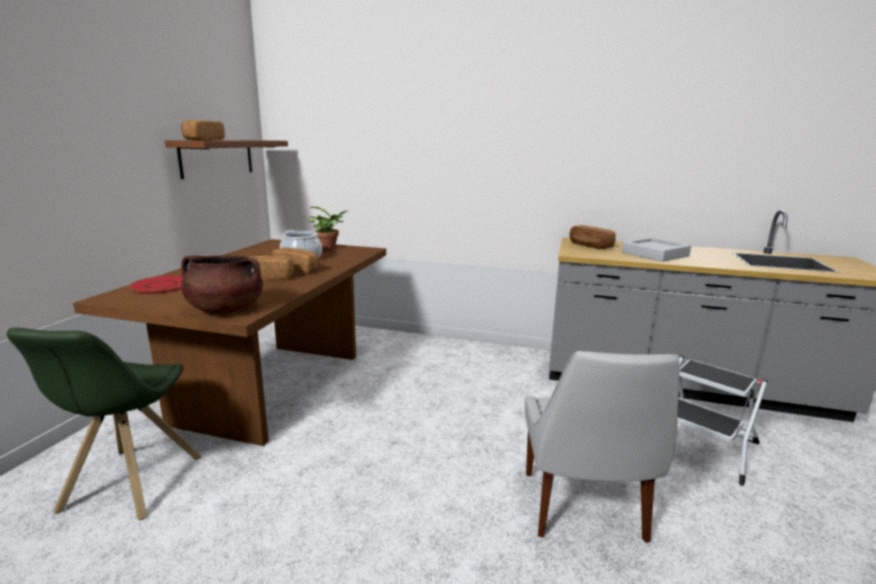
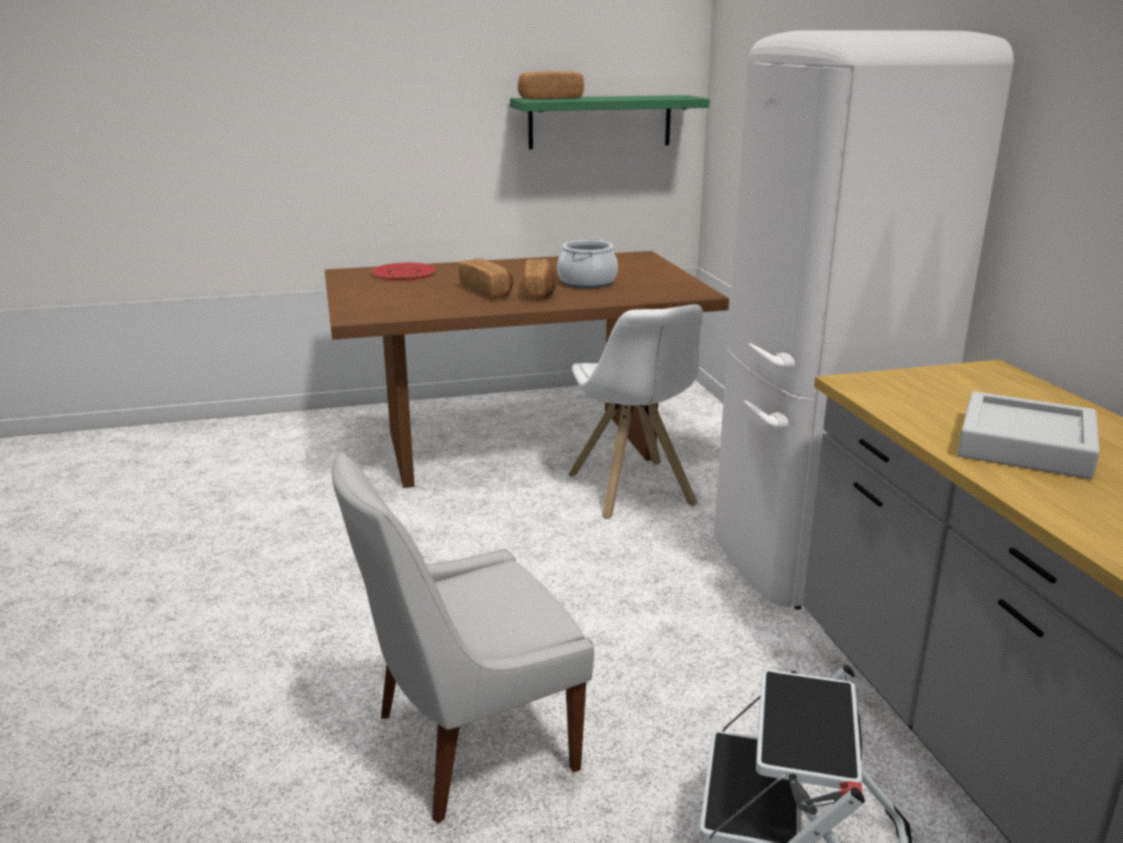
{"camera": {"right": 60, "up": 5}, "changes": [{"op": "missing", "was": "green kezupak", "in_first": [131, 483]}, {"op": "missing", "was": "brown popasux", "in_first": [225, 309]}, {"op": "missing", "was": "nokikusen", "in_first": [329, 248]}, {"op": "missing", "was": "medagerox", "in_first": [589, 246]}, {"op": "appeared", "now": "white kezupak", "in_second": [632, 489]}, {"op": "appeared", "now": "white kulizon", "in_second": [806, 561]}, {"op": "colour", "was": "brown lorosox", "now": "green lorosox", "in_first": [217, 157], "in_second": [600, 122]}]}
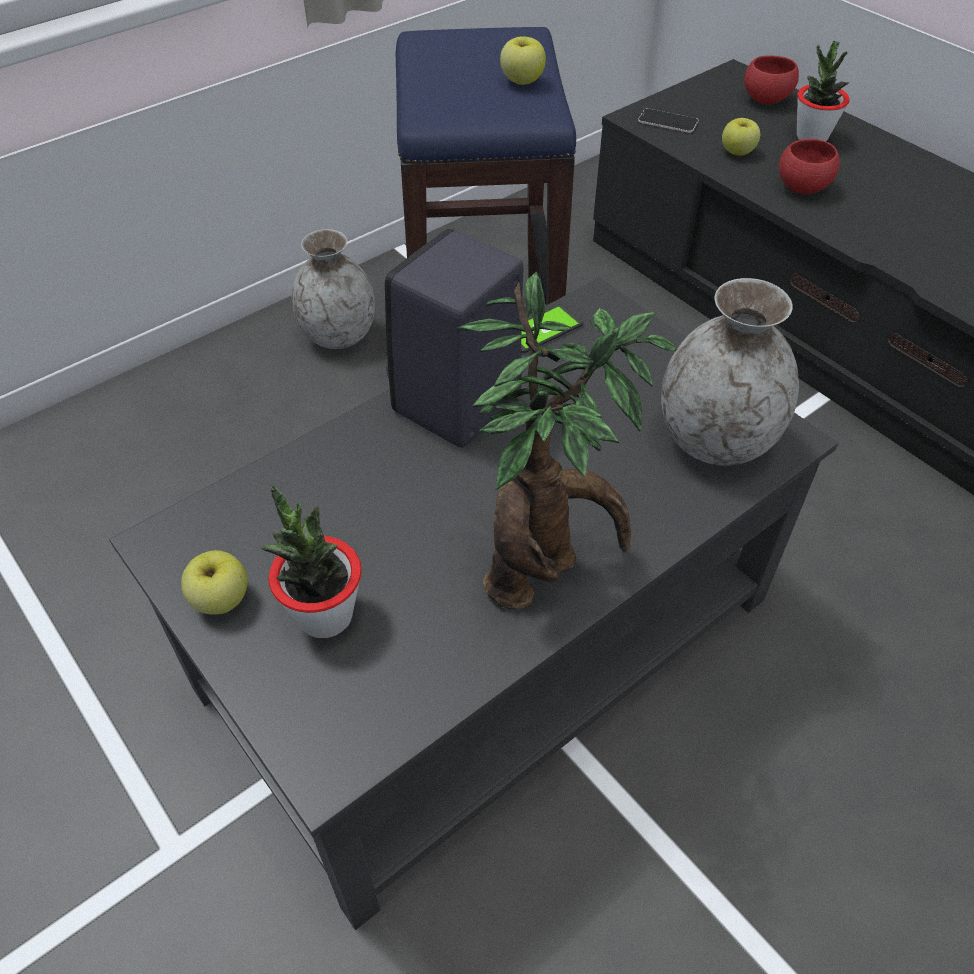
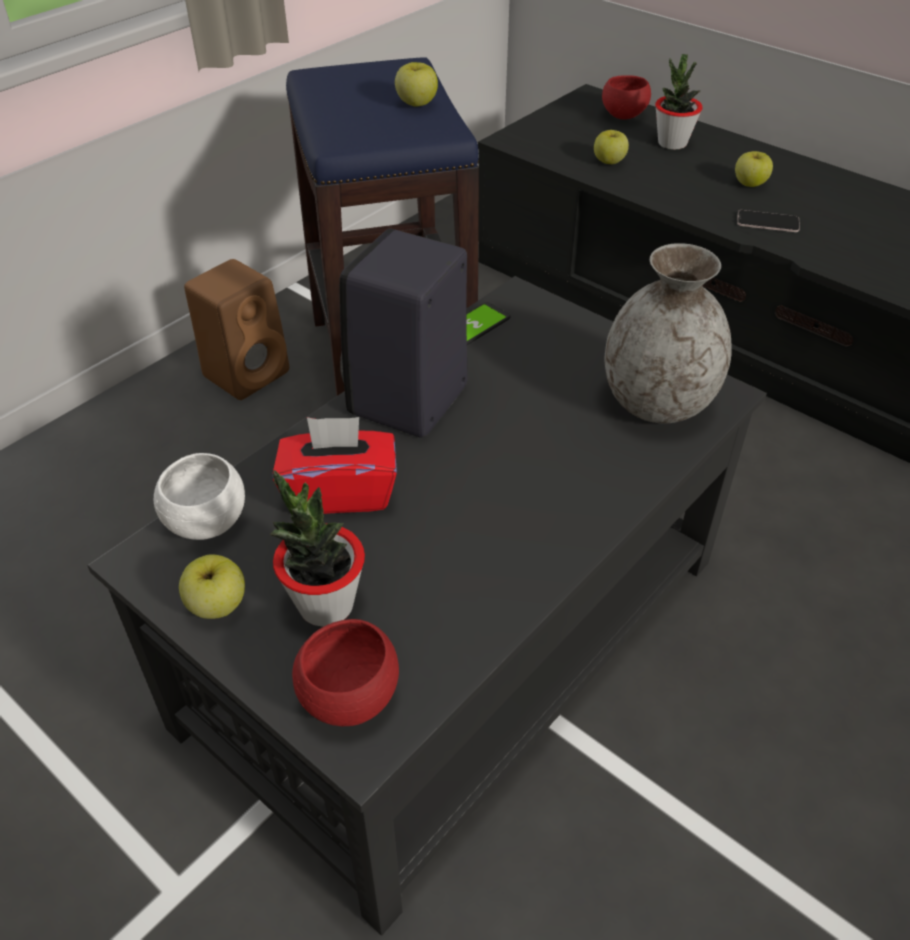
{"camera": {"right": -10, "up": -5}, "changes": [{"op": "missing", "was": "nokikusen", "in_first": [545, 570]}, {"op": "appeared", "now": "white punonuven", "in_second": [207, 522]}, {"op": "appeared", "now": "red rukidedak", "in_second": [340, 492]}, {"op": "appeared", "now": "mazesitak", "in_second": [749, 183]}, {"op": "relocated", "was": "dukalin", "in_first": [668, 122], "in_second": [767, 222]}, {"op": "relocated", "was": "red punonuven", "in_first": [802, 187], "in_second": [350, 697]}, {"op": "exchanged", "was": "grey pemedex", "now": "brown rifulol", "in_first": [338, 335], "in_second": [248, 372]}]}
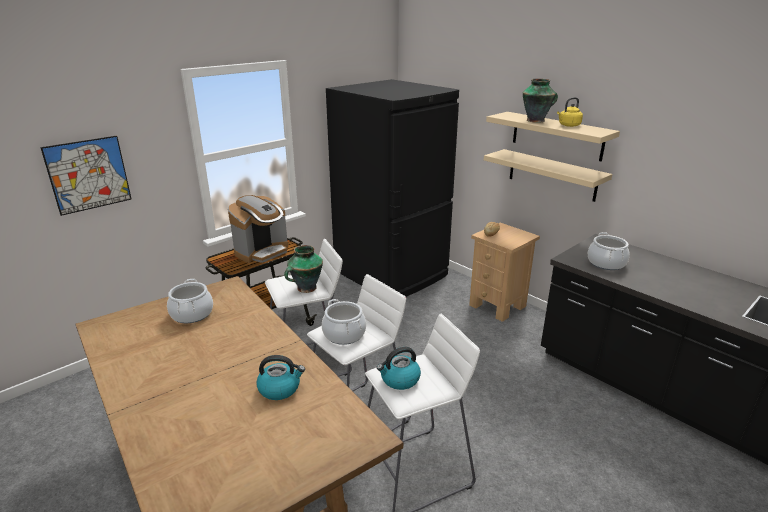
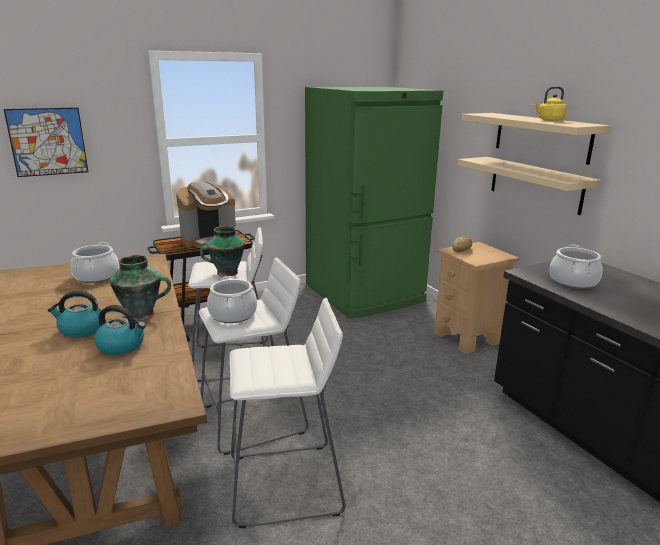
{"camera": {"right": 15, "up": -5}, "changes": [{"op": "relocated", "was": "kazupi", "in_first": [399, 379], "in_second": [81, 330]}, {"op": "relocated", "was": "pemedex", "in_first": [536, 120], "in_second": [142, 315]}, {"op": "colour", "was": "black kulizon", "now": "green kulizon", "in_first": [392, 272], "in_second": [364, 292]}]}
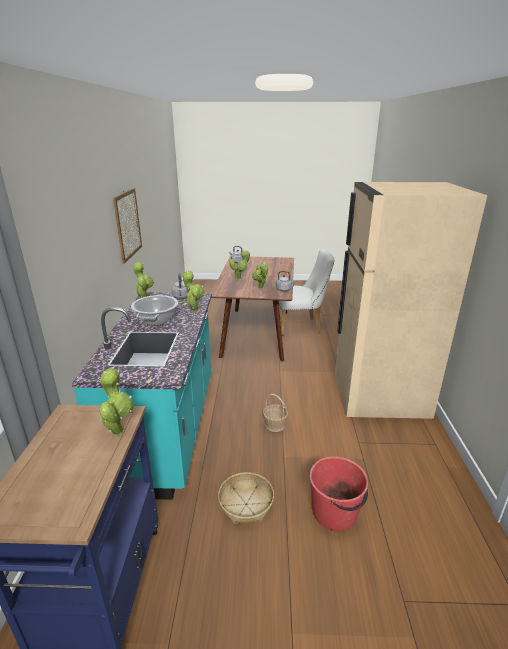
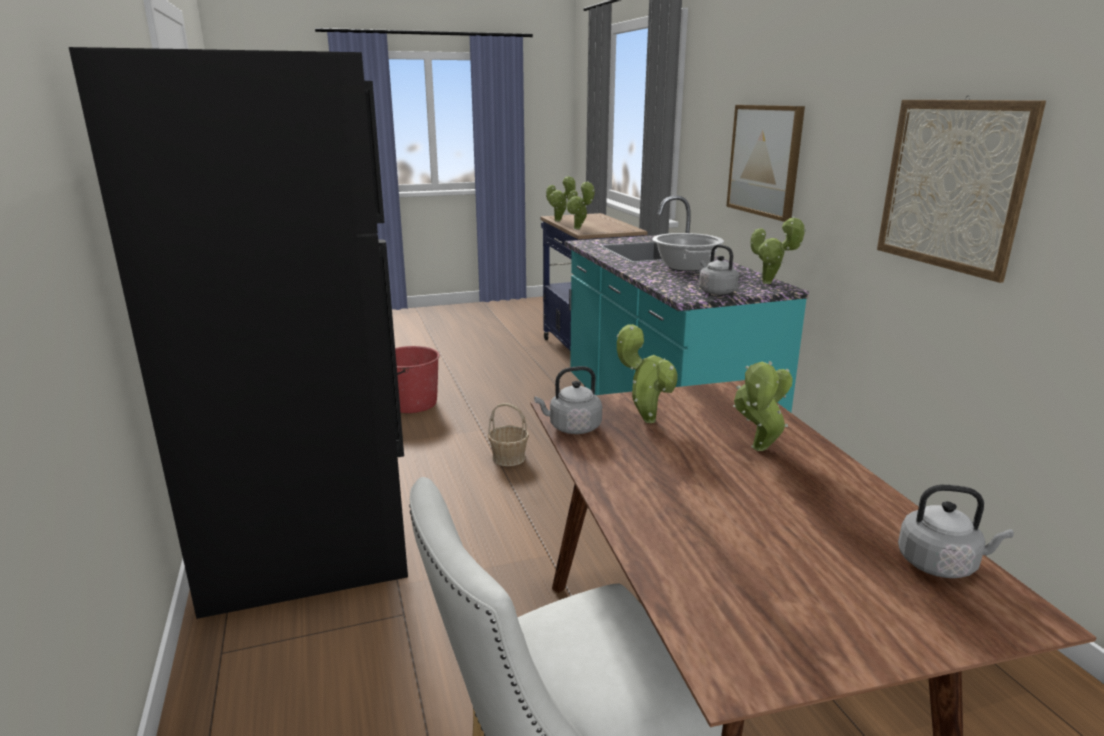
{"camera": {"right": 160, "up": -5}, "changes": [{"op": "missing", "was": "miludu", "in_first": [246, 504]}, {"op": "appeared", "now": "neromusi", "in_second": [765, 160]}, {"op": "relocated", "was": "nokikusen", "in_first": [195, 310], "in_second": [559, 221]}, {"op": "colour", "was": "beige kulizon", "now": "black kulizon", "in_first": [380, 395], "in_second": [305, 544]}]}
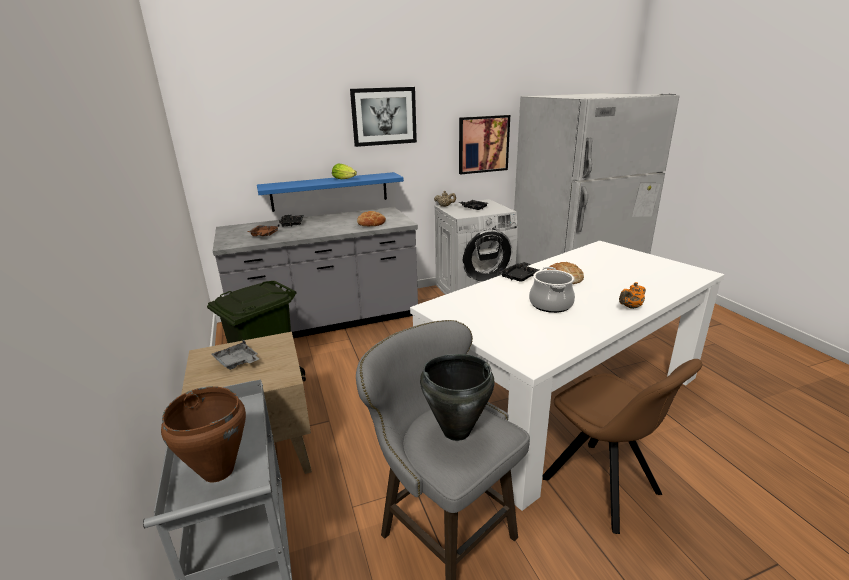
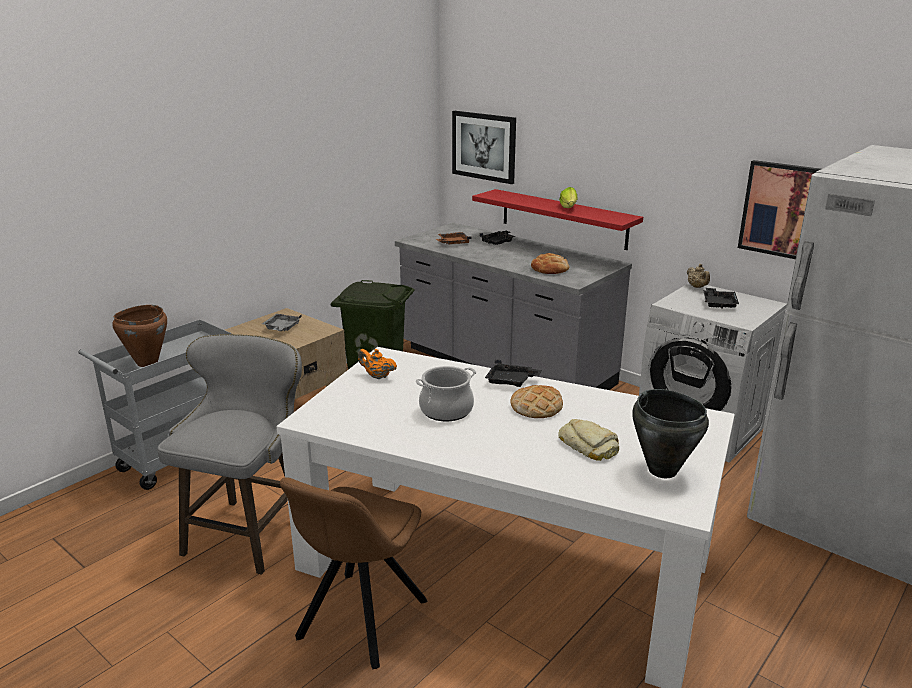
{"camera": {"right": 60, "up": 0}, "changes": [{"op": "appeared", "now": "medagerox", "in_second": [589, 446]}, {"op": "relocated", "was": "neromusi", "in_first": [384, 116], "in_second": [484, 146]}, {"op": "relocated", "was": "black popasux", "in_first": [455, 431], "in_second": [662, 470]}, {"op": "relocated", "was": "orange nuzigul", "in_first": [630, 307], "in_second": [377, 376]}, {"op": "colour", "was": "blue lorosox", "now": "red lorosox", "in_first": [330, 191], "in_second": [563, 219]}]}
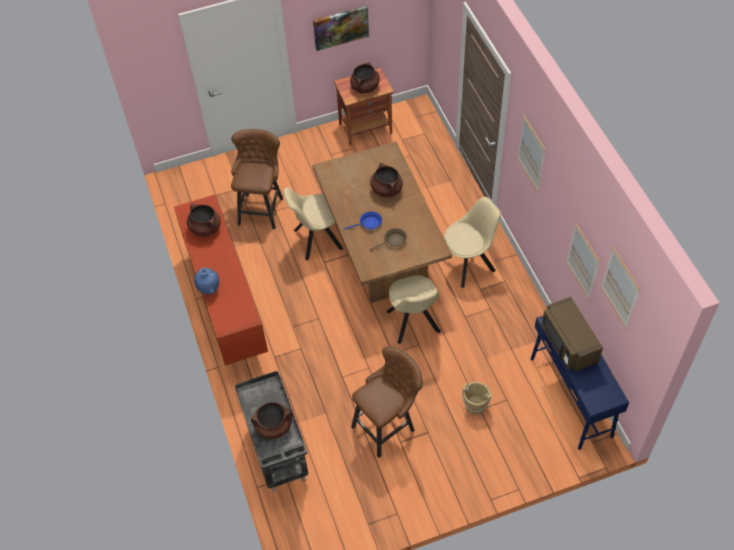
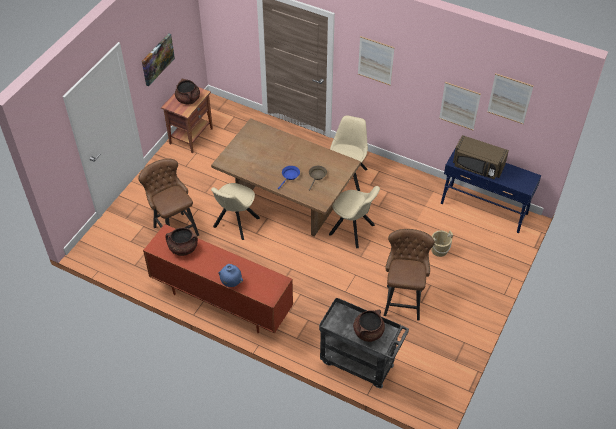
{"camera": {"right": -45, "up": -5}, "changes": [{"op": "missing", "was": "brown popasux", "in_first": [386, 189]}]}
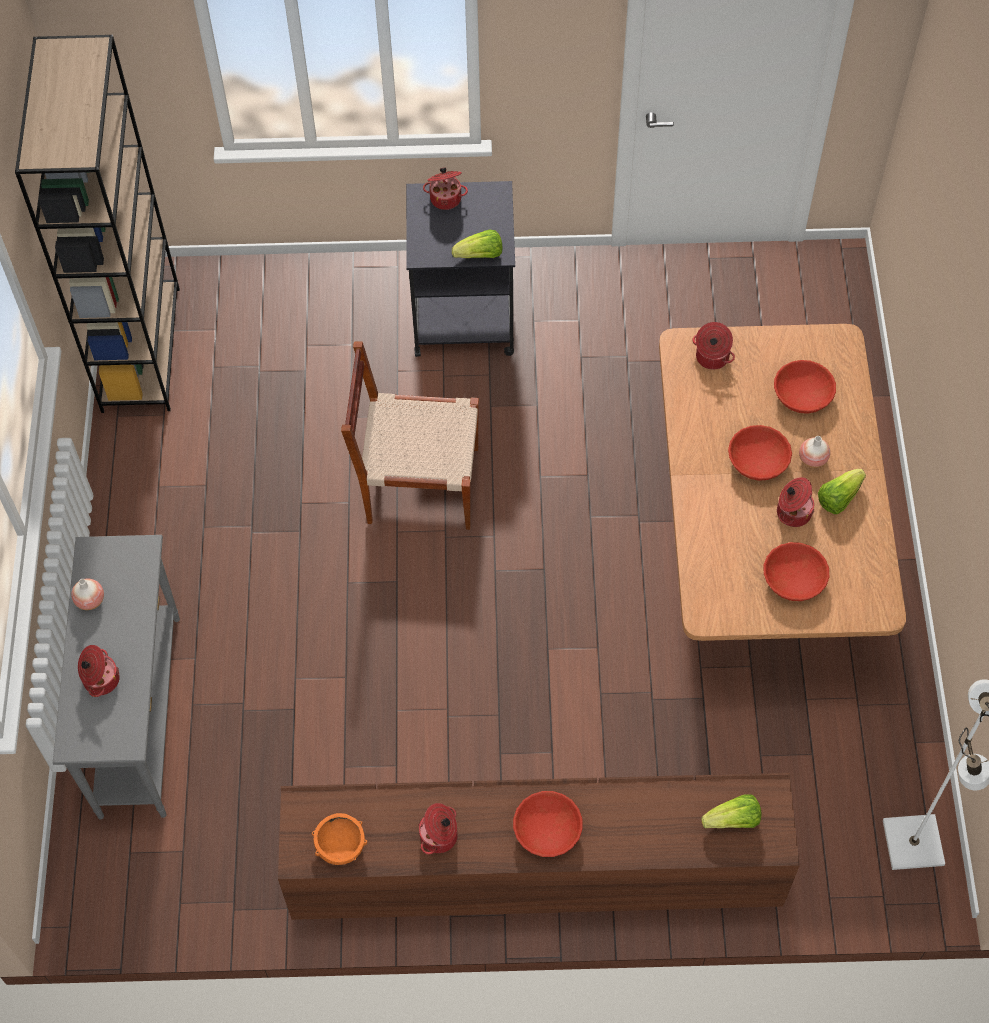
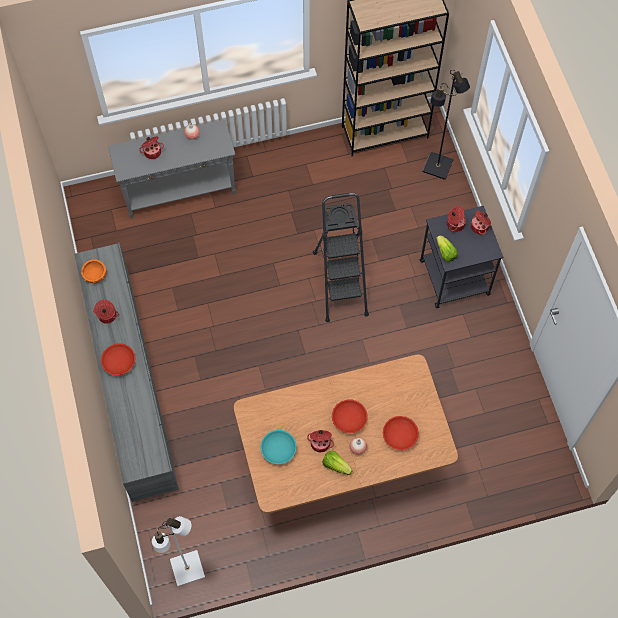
{"camera": {"right": 75, "up": 5}, "changes": [{"op": "missing", "was": "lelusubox", "in_first": [733, 820]}, {"op": "appeared", "now": "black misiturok", "in_second": [437, 166]}, {"op": "relocated", "was": "popasux", "in_first": [711, 357], "in_second": [454, 224]}, {"op": "exchanged", "was": "kezupak", "now": "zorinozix", "in_first": [419, 484], "in_second": [340, 281]}, {"op": "colour", "was": "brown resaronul", "now": "grey resaronul", "in_first": [535, 879], "in_second": [131, 386]}, {"op": "colour", "was": "red punonuven", "now": "turquoise punonuven", "in_first": [794, 579], "in_second": [278, 450]}]}
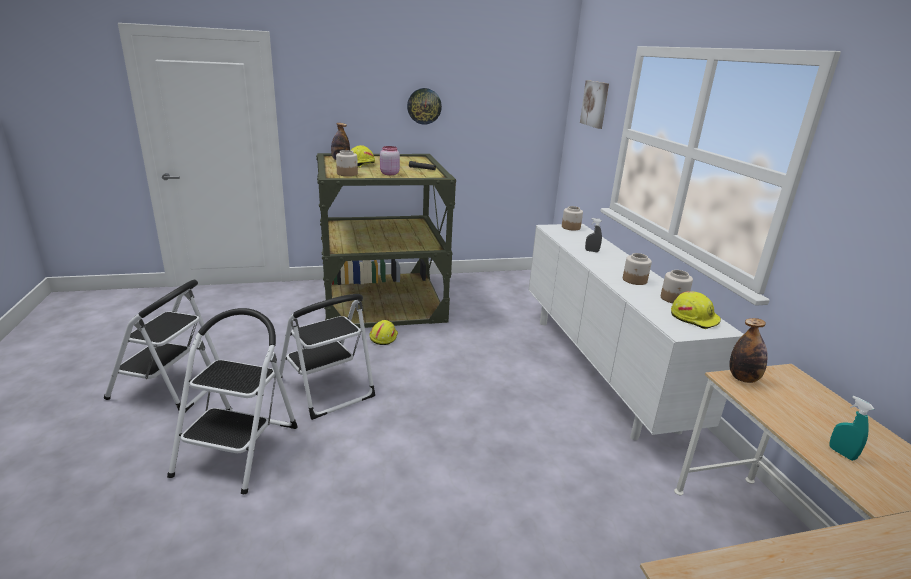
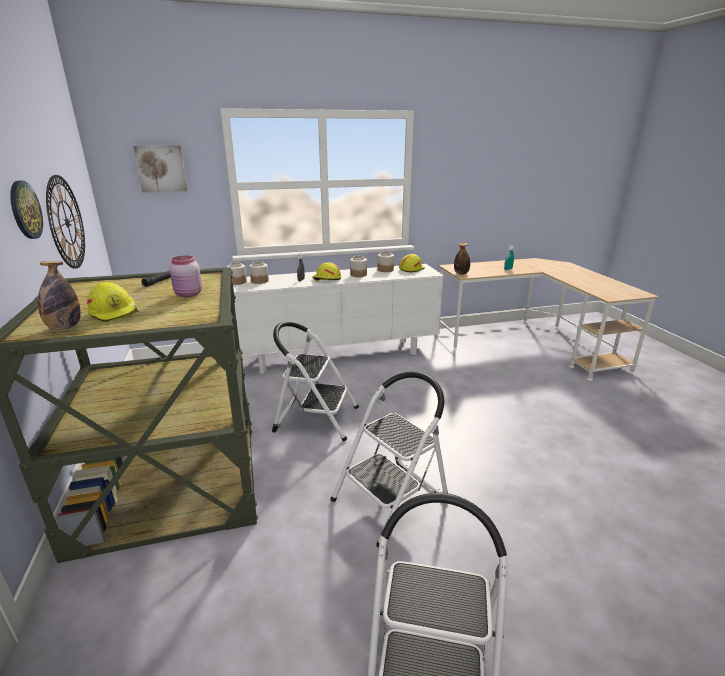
{"camera": {"right": -90, "up": 0}, "changes": [{"op": "appeared", "now": "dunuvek", "in_second": [66, 222]}, {"op": "relocated", "was": "zorinozix", "in_first": [240, 448], "in_second": [314, 419]}, {"op": "relocated", "was": "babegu", "in_first": [347, 174], "in_second": [259, 281]}, {"op": "relocated", "was": "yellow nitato", "in_first": [383, 337], "in_second": [326, 279]}]}
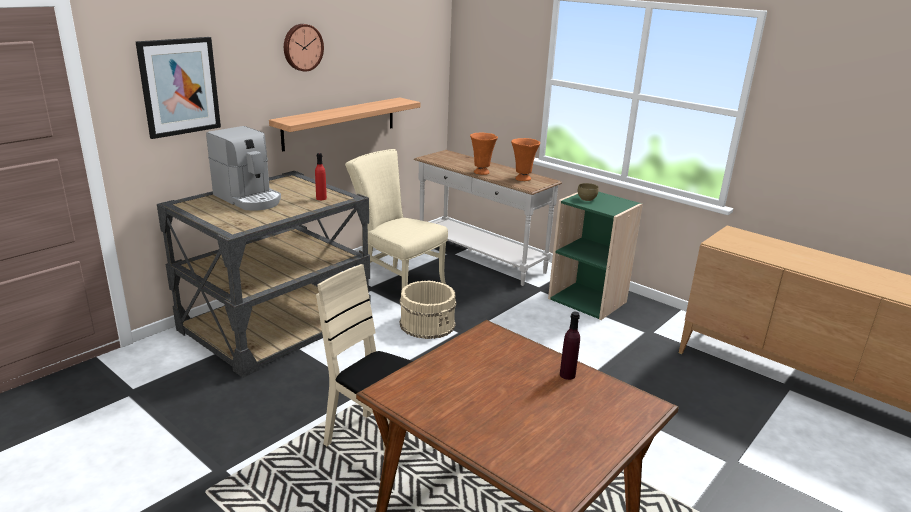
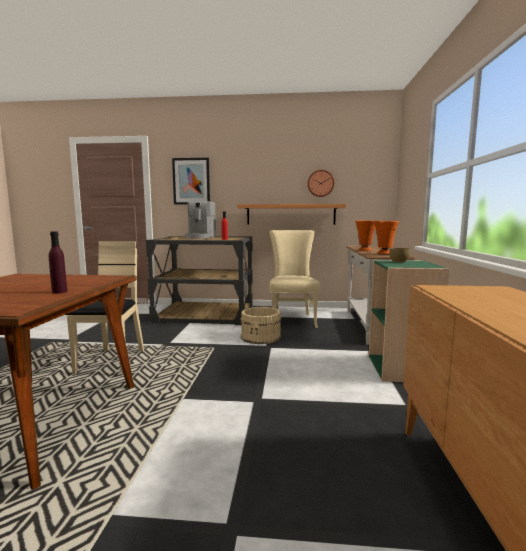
{"camera": {"right": 55, "up": -15}, "changes": [{"op": "relocated", "was": "dunuvek", "in_first": [302, 47], "in_second": [320, 183]}]}
